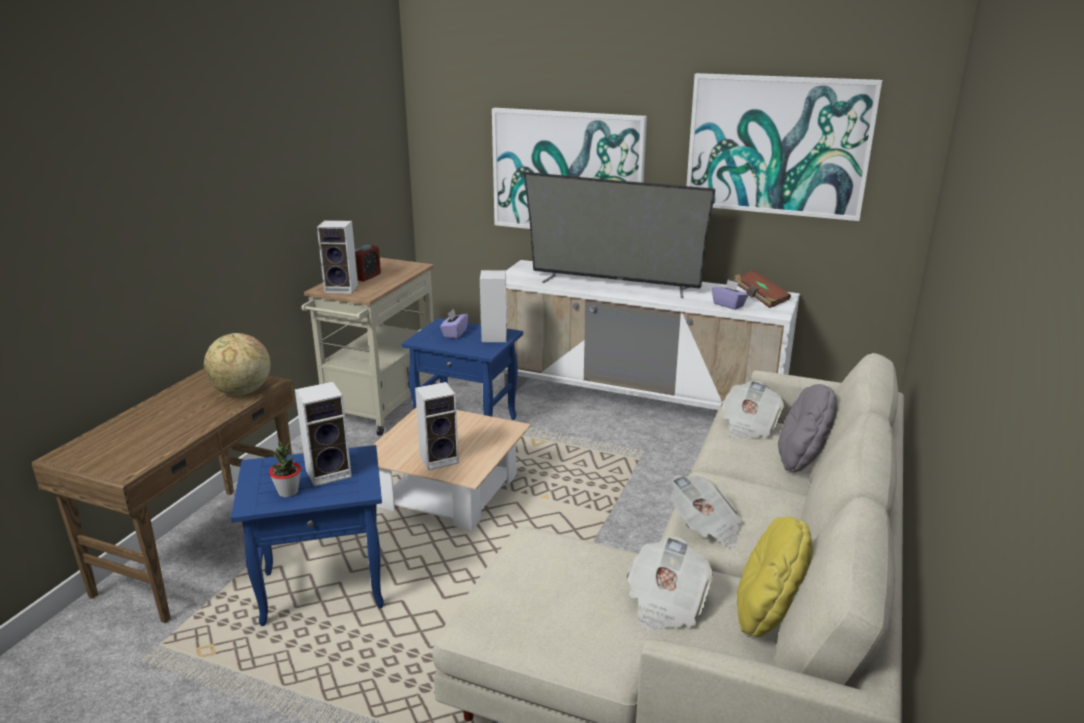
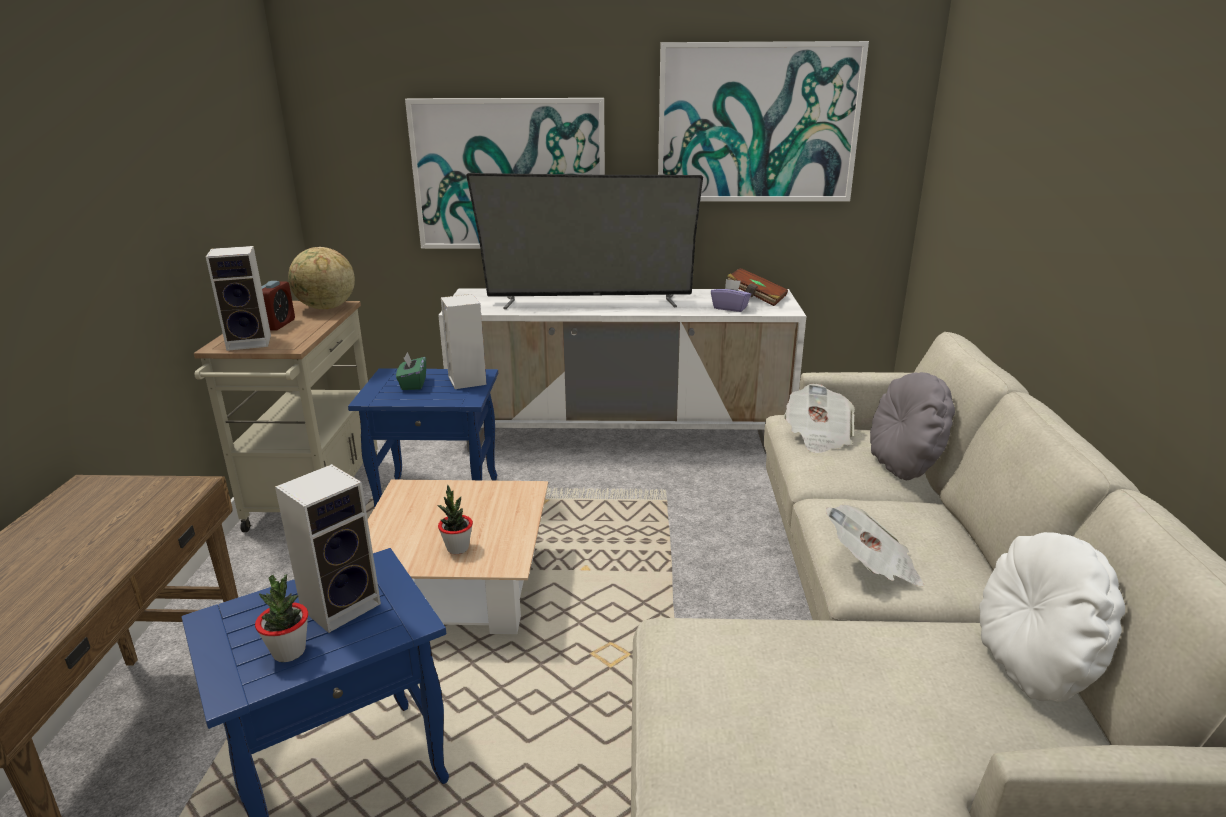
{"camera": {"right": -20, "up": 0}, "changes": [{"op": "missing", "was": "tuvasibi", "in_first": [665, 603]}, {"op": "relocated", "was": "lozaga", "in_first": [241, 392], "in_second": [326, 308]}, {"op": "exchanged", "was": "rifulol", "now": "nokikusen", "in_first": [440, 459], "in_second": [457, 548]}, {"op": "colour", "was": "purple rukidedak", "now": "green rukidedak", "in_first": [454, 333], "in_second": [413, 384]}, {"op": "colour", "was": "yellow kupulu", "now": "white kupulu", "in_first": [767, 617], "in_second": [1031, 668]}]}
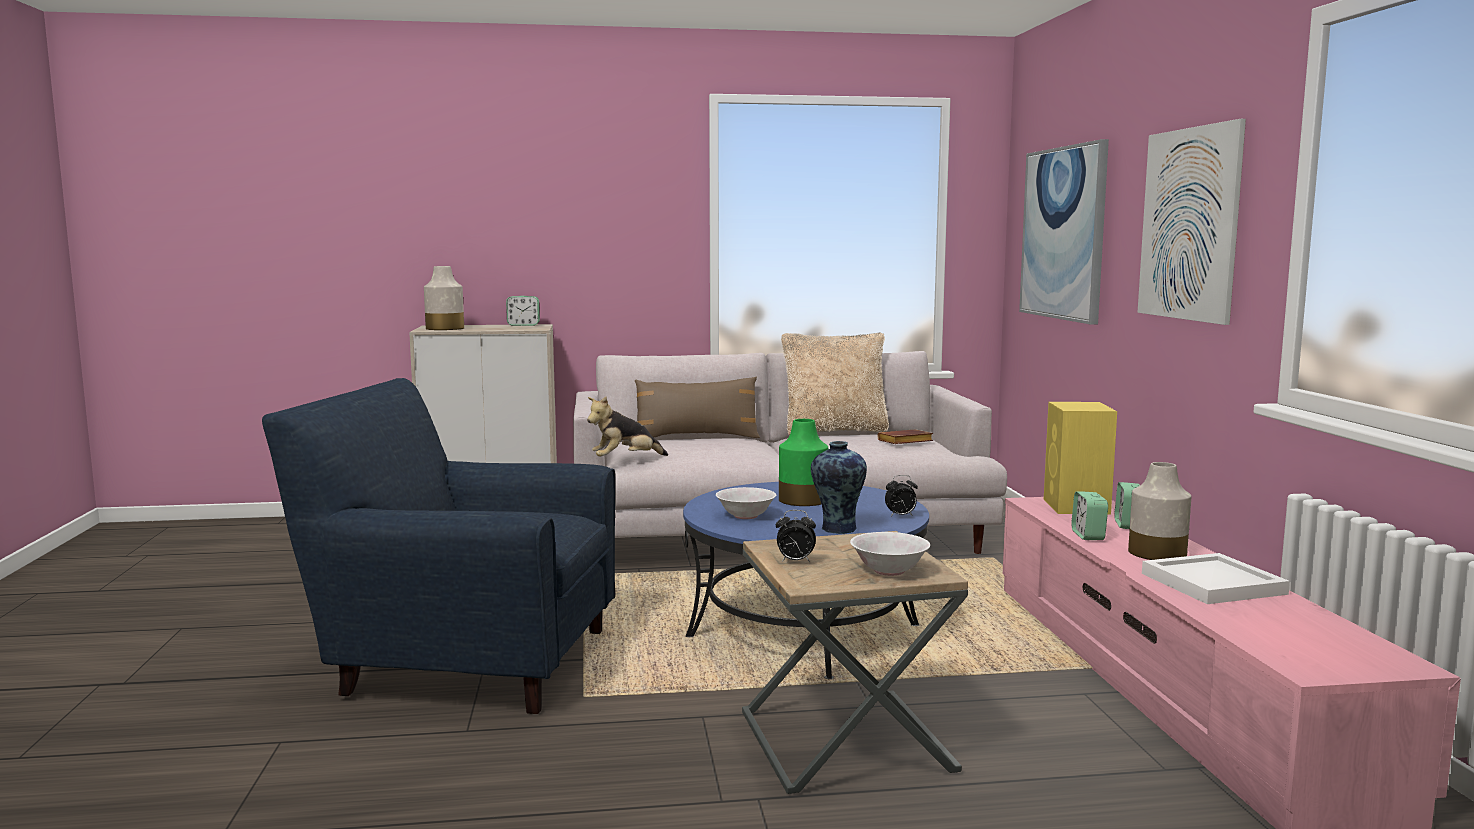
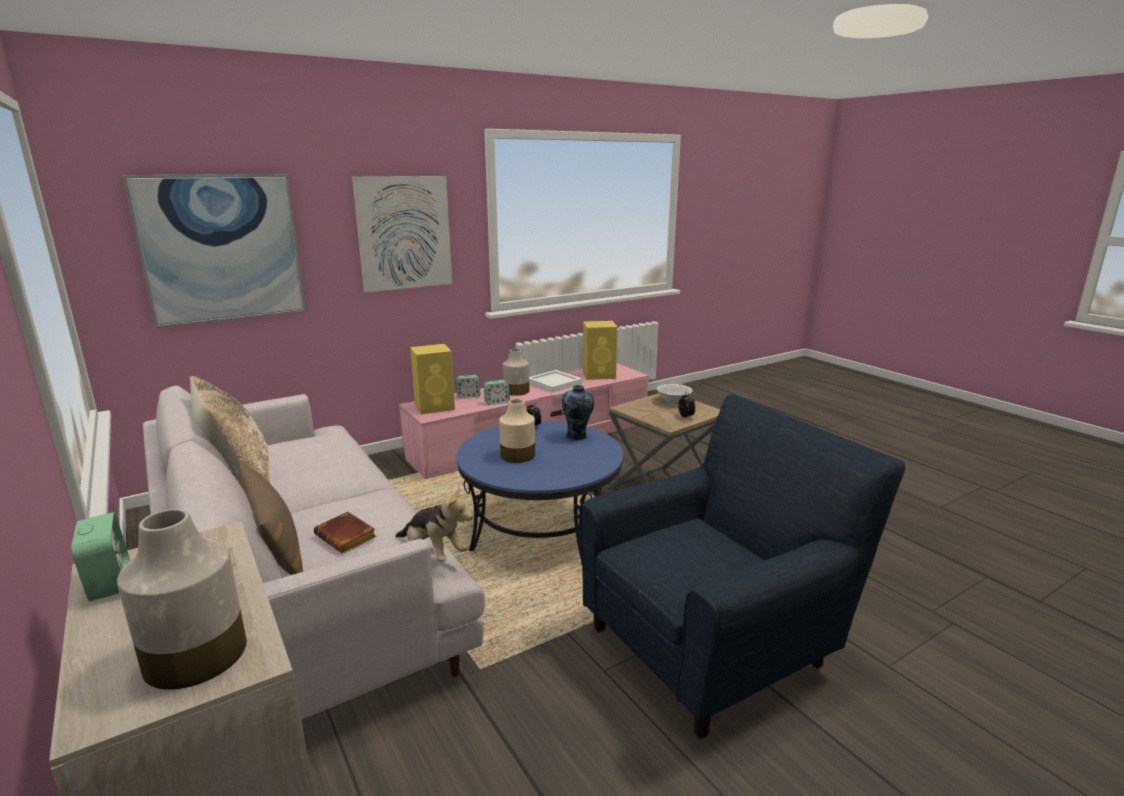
{"camera": {"right": -115, "up": 10}, "changes": [{"op": "missing", "was": "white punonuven", "in_first": [746, 516]}, {"op": "appeared", "now": "yellow rifulol", "in_second": [600, 375]}, {"op": "relocated", "was": "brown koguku", "in_first": [904, 442], "in_second": [348, 537]}, {"op": "colour", "was": "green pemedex", "now": "beige pemedex", "in_first": [803, 499], "in_second": [517, 455]}, {"op": "spun", "was": "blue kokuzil", "in_first": [468, 662], "in_second": [712, 644], "clockwise": -105}]}
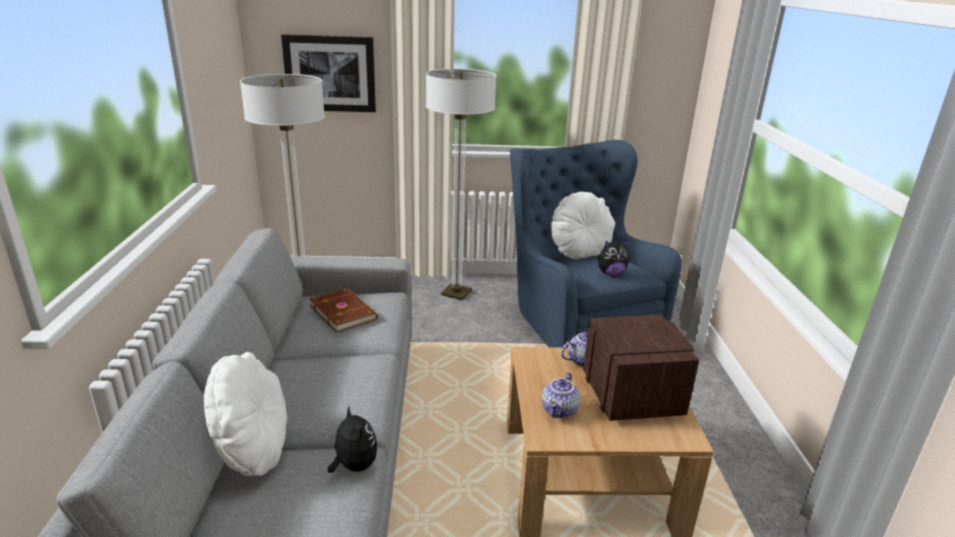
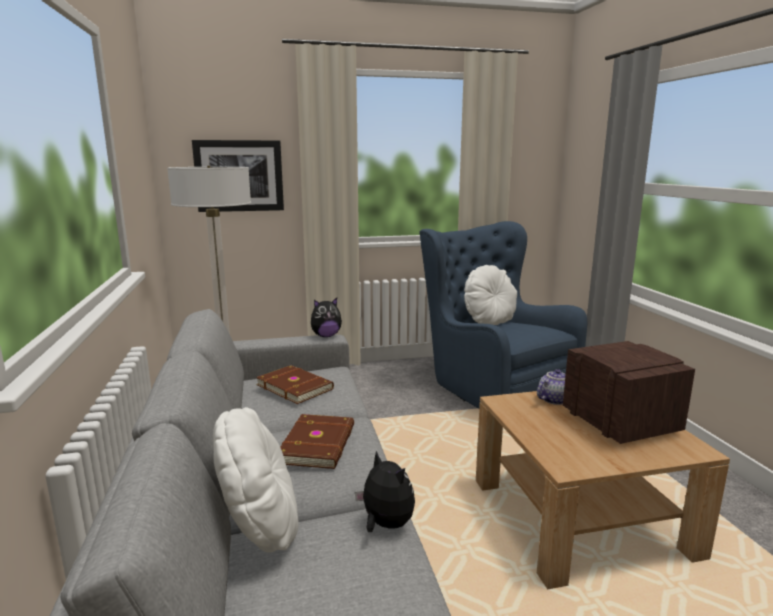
{"camera": {"right": -10, "up": -10}, "changes": [{"op": "missing", "was": "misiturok", "in_first": [456, 293]}, {"op": "missing", "was": "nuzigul", "in_first": [560, 411]}, {"op": "appeared", "now": "brown koguku", "in_second": [319, 444]}, {"op": "relocated", "was": "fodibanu", "in_first": [610, 274], "in_second": [326, 336]}]}
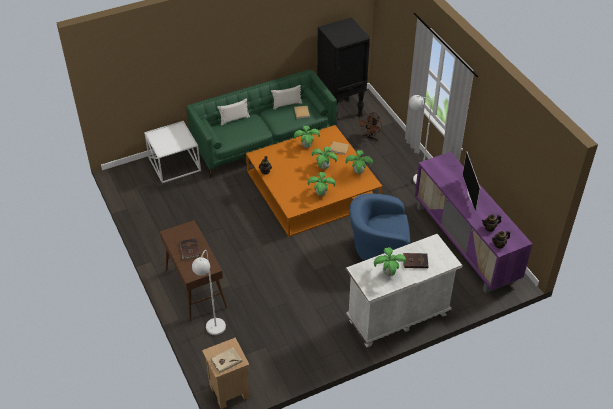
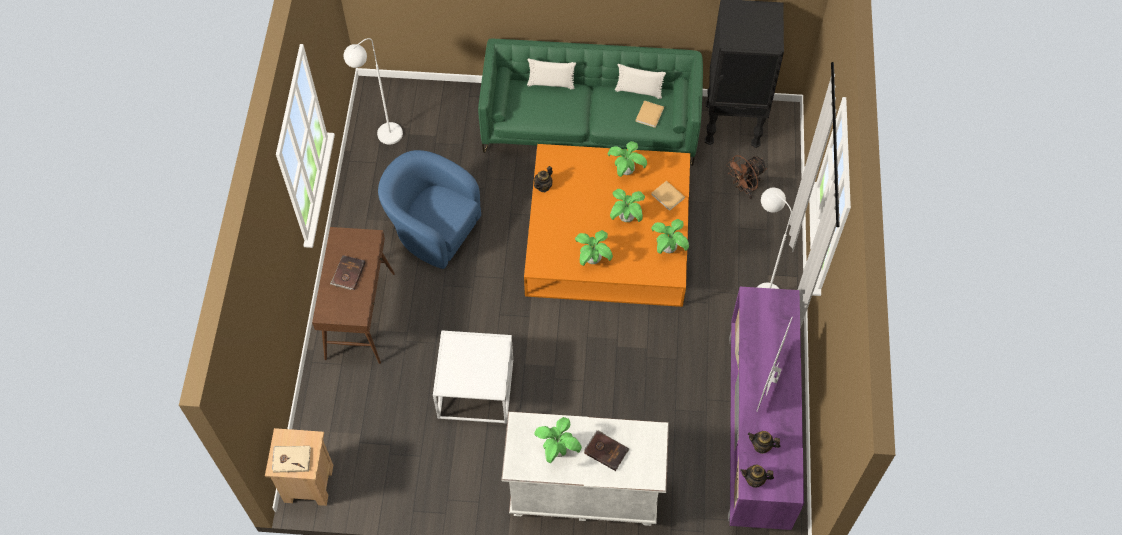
{"camera": {"right": 30, "up": 15}, "changes": [{"op": "relocated", "was": "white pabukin", "in_first": [174, 164], "in_second": [476, 388]}, {"op": "relocated", "was": "white misiturok", "in_first": [213, 332], "in_second": [384, 139]}, {"op": "relocated", "was": "blue kokuzil", "in_first": [378, 249], "in_second": [433, 229]}]}
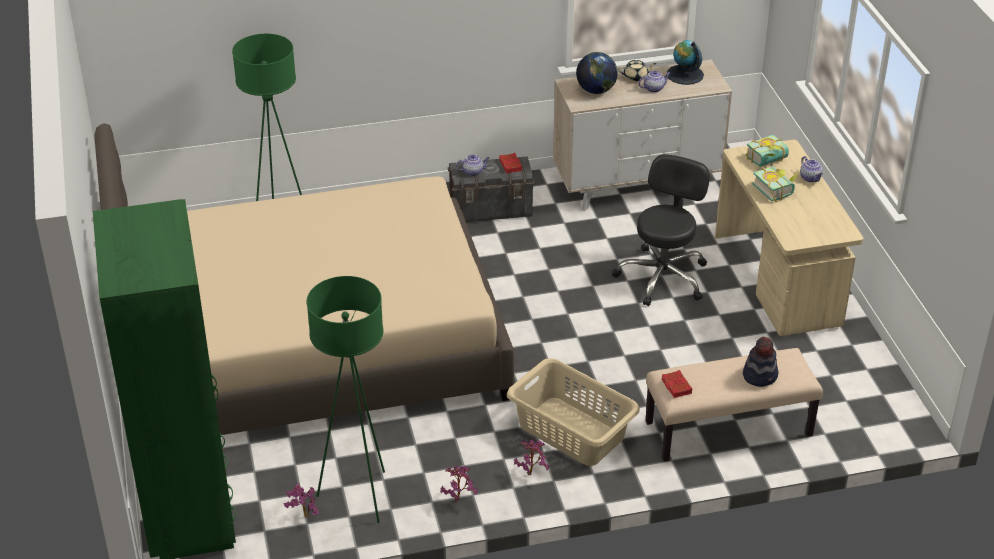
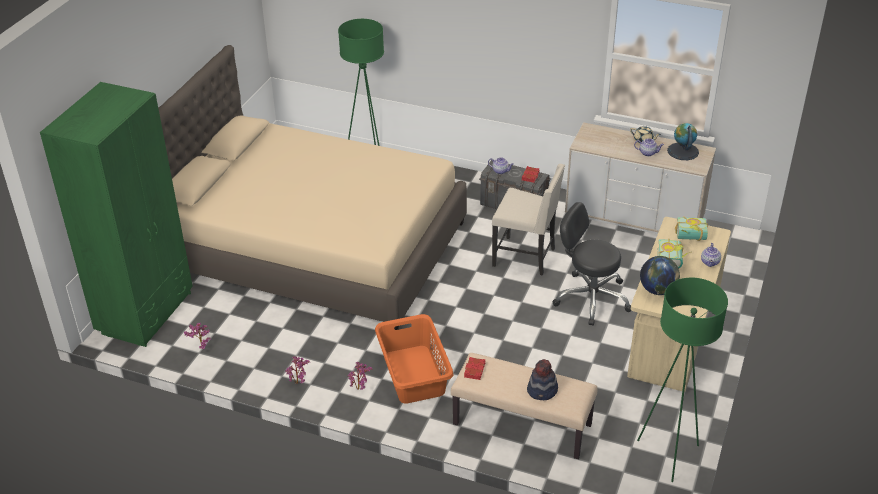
{"camera": {"right": 35, "up": 0}, "changes": [{"op": "appeared", "now": "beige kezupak", "in_second": [525, 257]}, {"op": "relocated", "was": "green misiturok", "in_first": [358, 496], "in_second": [668, 455]}, {"op": "relocated", "was": "lozaga", "in_first": [596, 91], "in_second": [657, 290]}, {"op": "colour", "was": "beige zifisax", "now": "orange zifisax", "in_first": [571, 432], "in_second": [413, 374]}, {"op": "spun", "was": "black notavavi", "in_first": [663, 274], "in_second": [588, 297], "clockwise": -120}]}
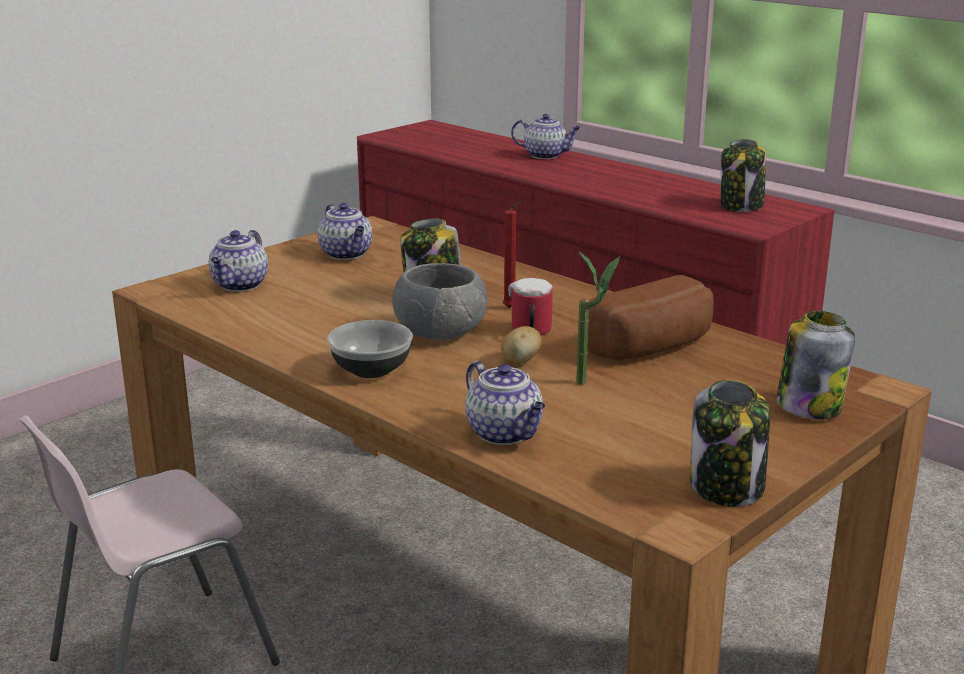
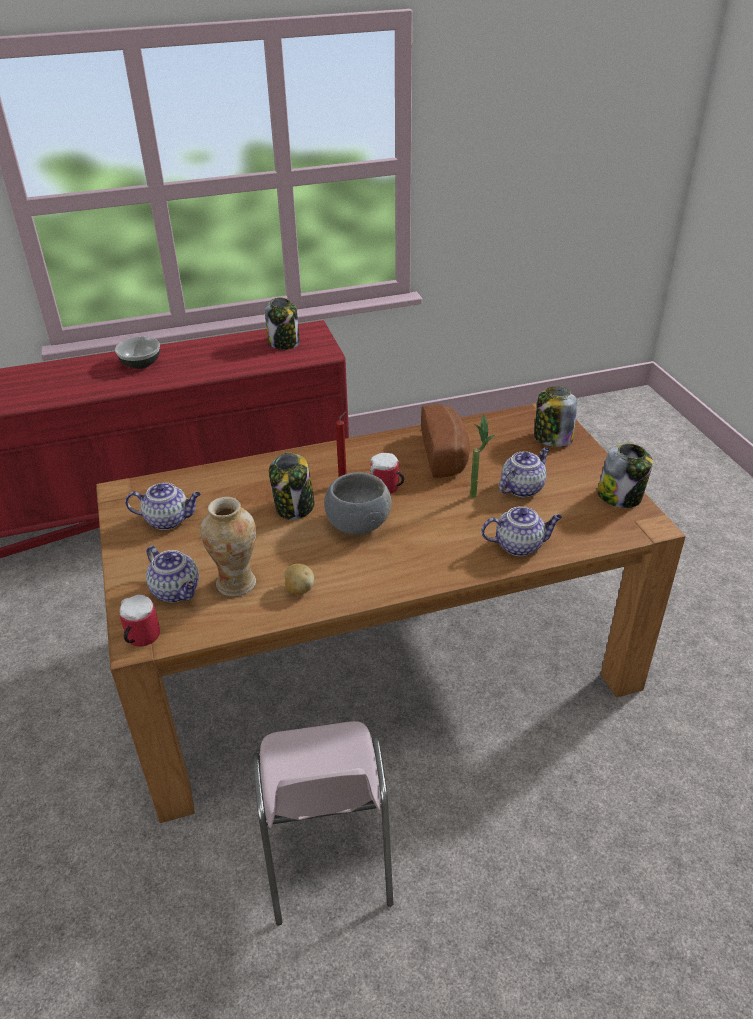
{"camera": {"right": -60, "up": 15}, "changes": [{"op": "appeared", "now": "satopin", "in_second": [139, 638]}, {"op": "appeared", "now": "pemedex", "in_second": [236, 583]}, {"op": "relocated", "was": "punonuven", "in_first": [370, 369], "in_second": [140, 364]}, {"op": "relocated", "was": "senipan", "in_first": [521, 361], "in_second": [299, 589]}, {"op": "relocated", "was": "nuzigul", "in_first": [546, 155], "in_second": [522, 488]}]}
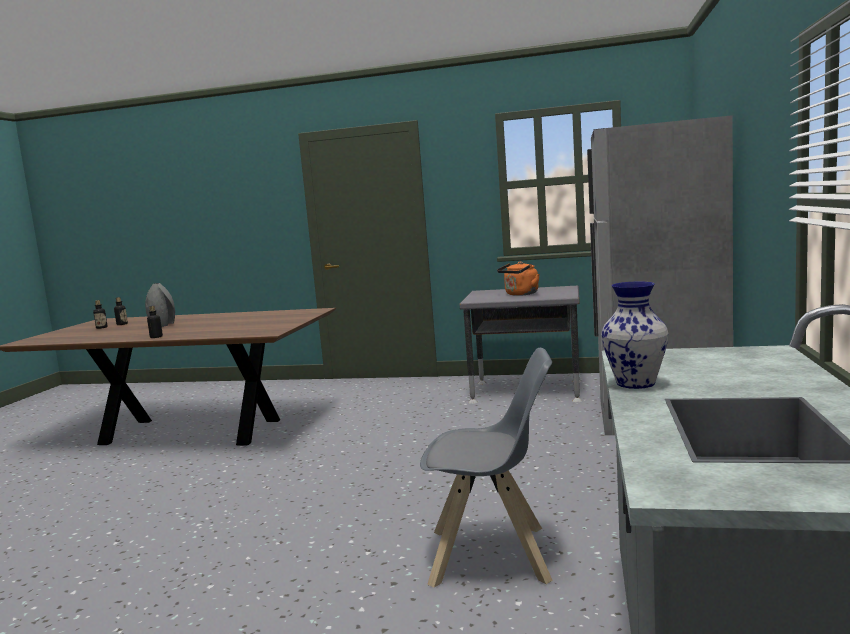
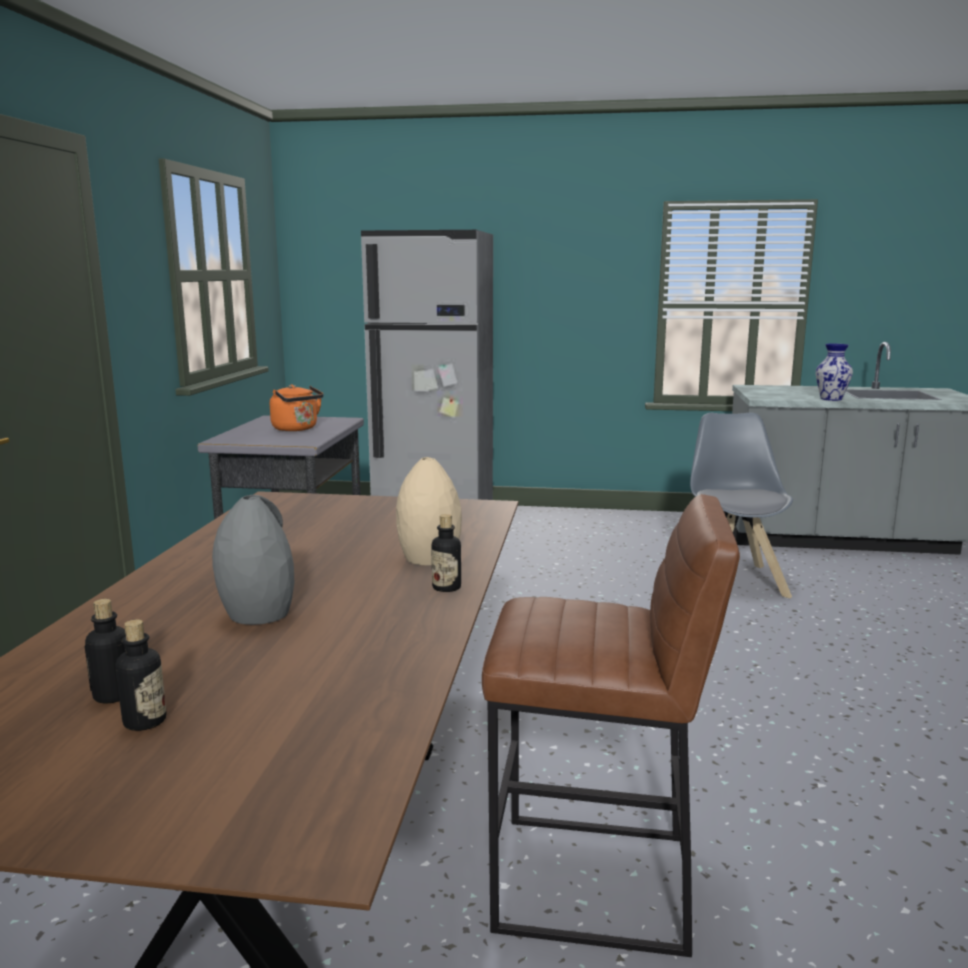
{"camera": {"right": -95, "up": 5}, "changes": [{"op": "appeared", "now": "beige pemedex", "in_second": [427, 558]}, {"op": "appeared", "now": "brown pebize", "in_second": [596, 882]}]}
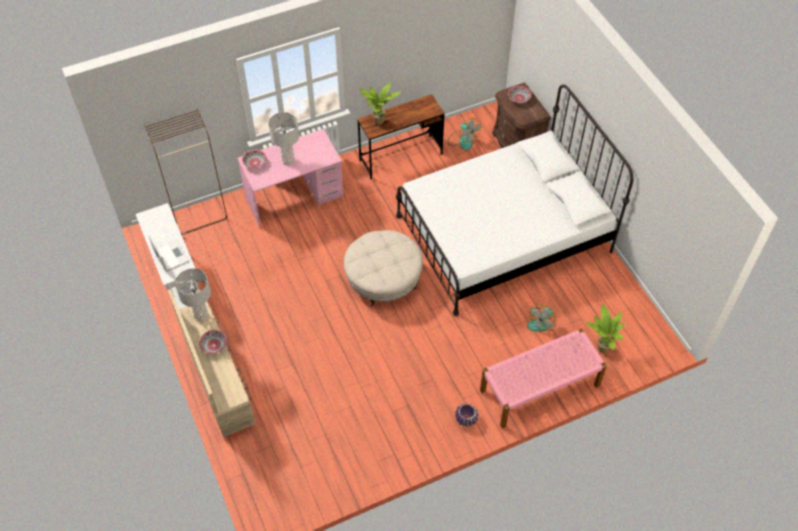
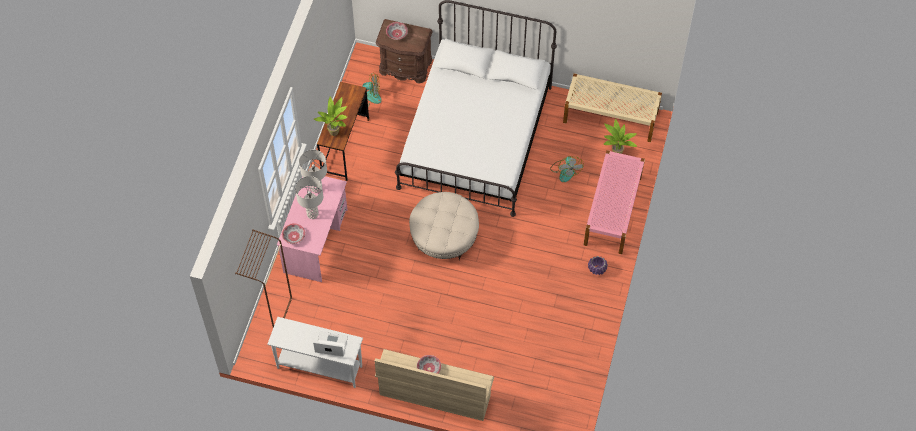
{"camera": {"right": -50, "up": 5}, "changes": [{"op": "appeared", "now": "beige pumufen", "in_second": [611, 117]}, {"op": "relocated", "was": "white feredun", "in_first": [201, 315], "in_second": [316, 188]}]}
